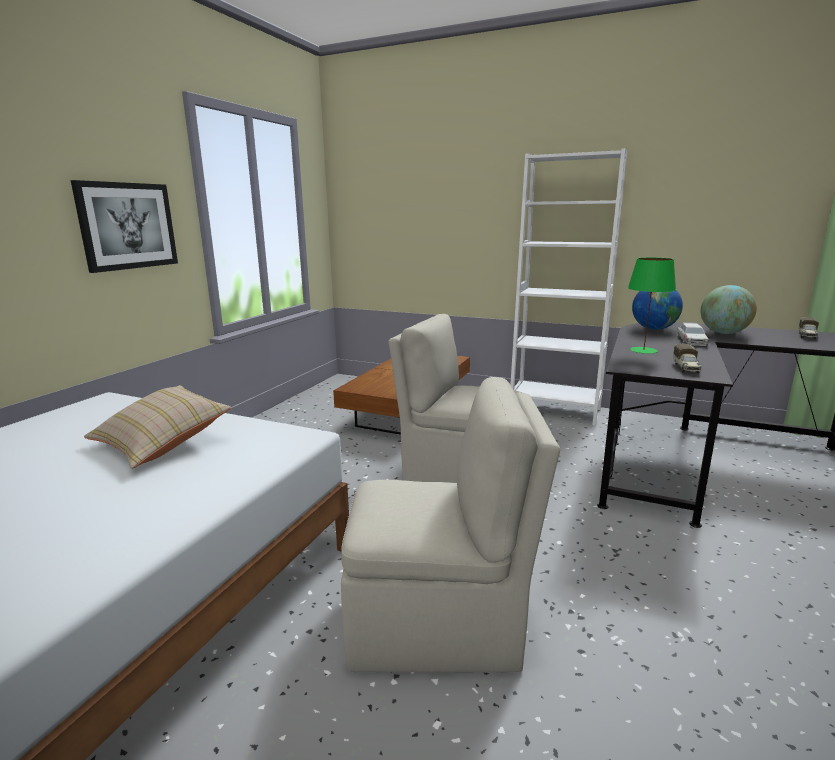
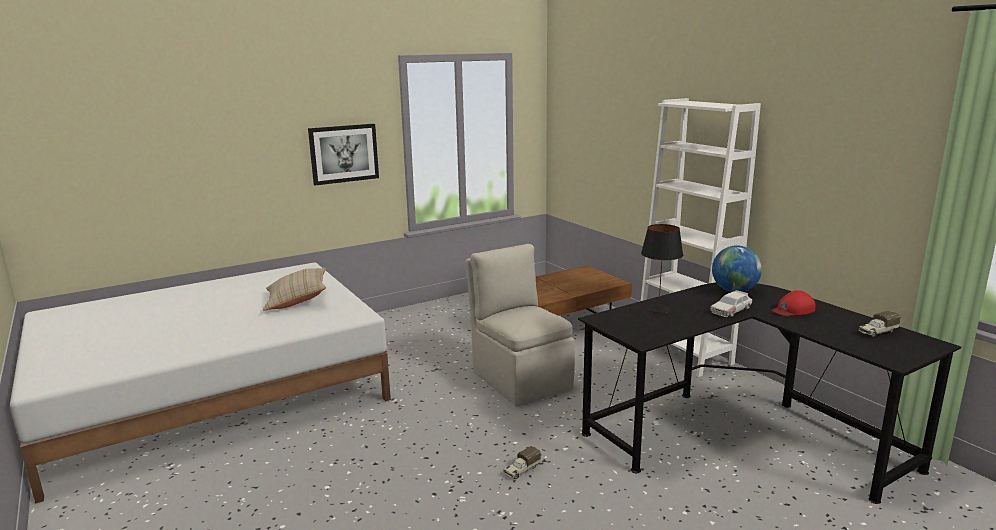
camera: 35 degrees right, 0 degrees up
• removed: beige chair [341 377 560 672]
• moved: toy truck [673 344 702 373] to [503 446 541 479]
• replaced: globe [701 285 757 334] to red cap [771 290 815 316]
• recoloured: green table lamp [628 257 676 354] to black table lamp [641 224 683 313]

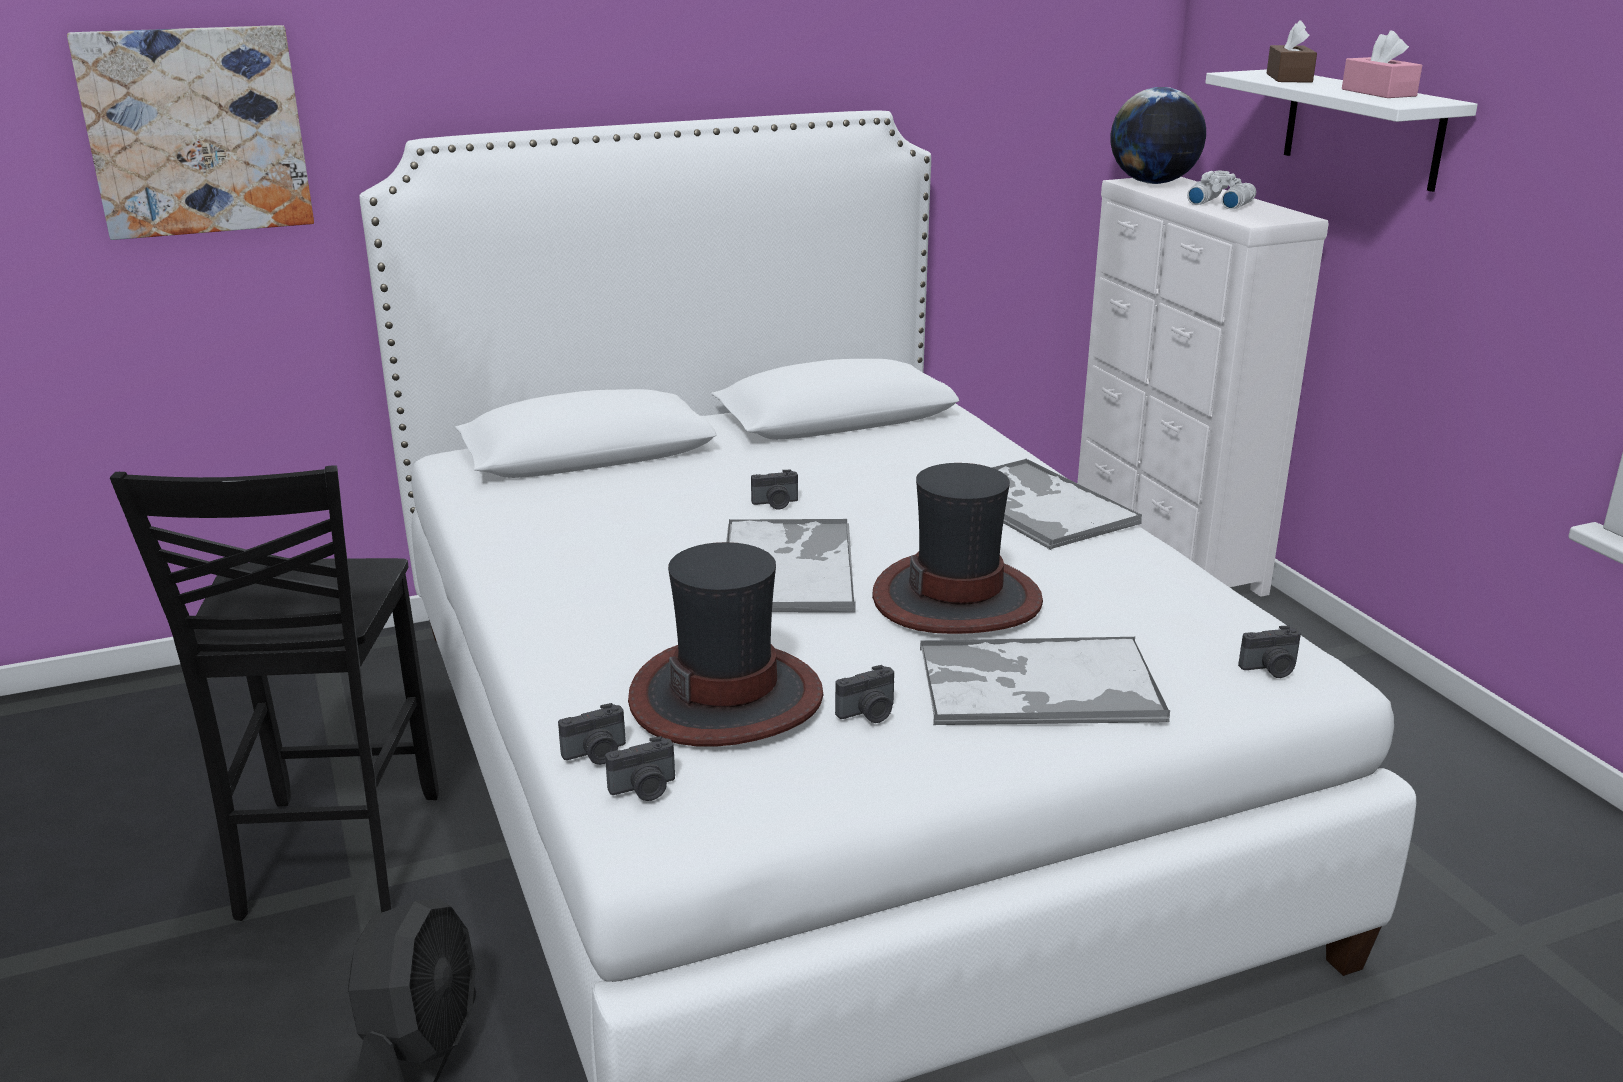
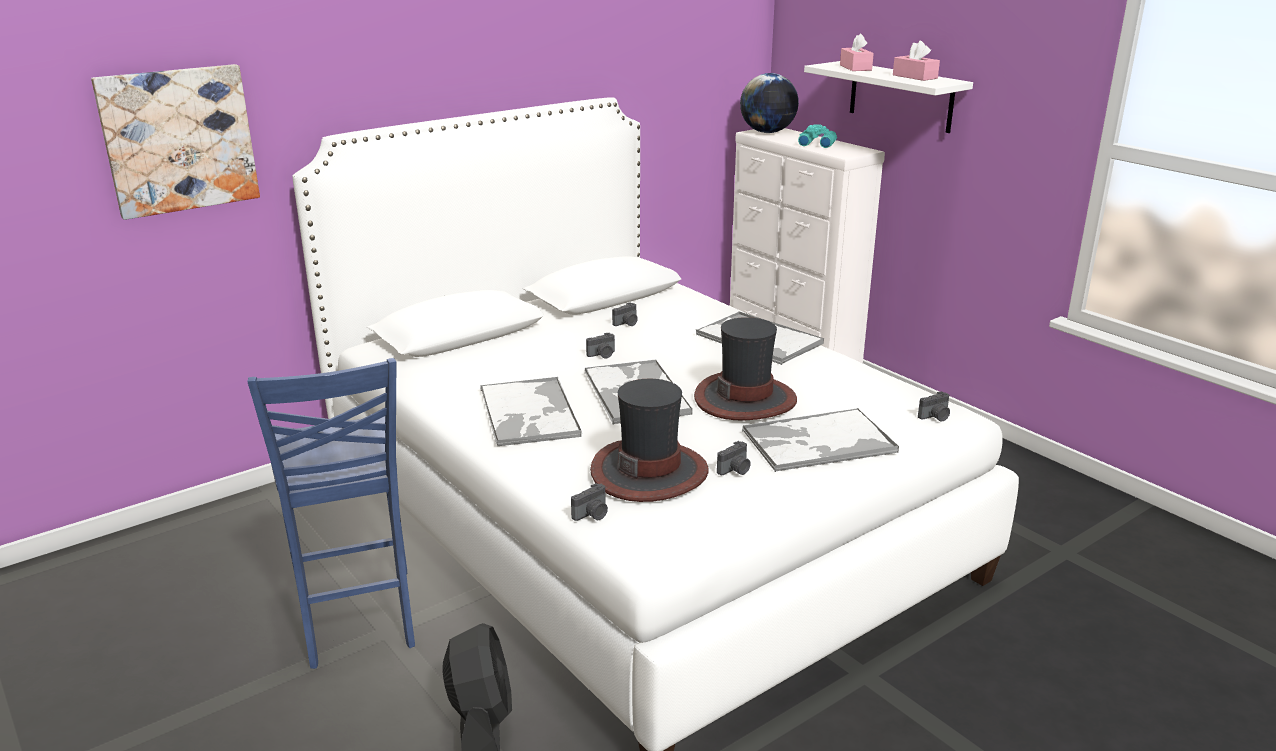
camera: 15 degrees left, 0 degrees up
• added: tray [480 377 582 446]
• moved: photo camera [605 736 675 801] to [612 302 638 326]
• recoloured: black chair [110 465 439 921] to blue chair [247 358 415 669]
• recoloured: white binoculars [1187 171 1256 209] to turquoise binoculars [798 124 837 148]
• recoloured: brown tissue box [1267 20 1317 83] to pink tissue box [840 33 874 71]

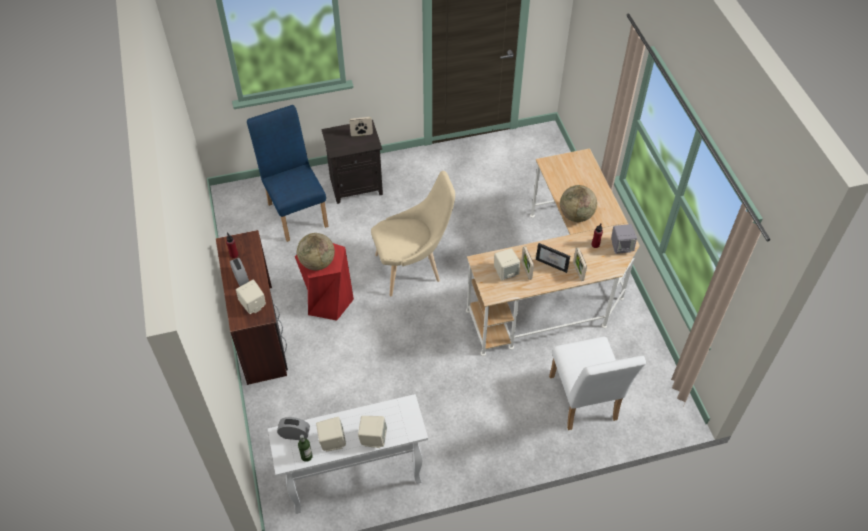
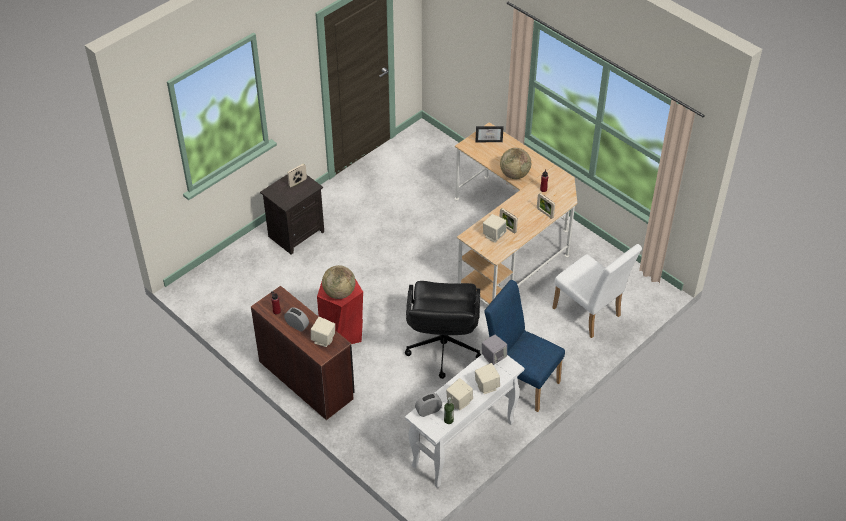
camera: 30 degrees left, 5 degrees down
• removed: beige chair [371 171 455 296]
• added: black office chair [405 281 482 379]
• moved: blue chair [247 105 329 242] to [484 280 565 412]
• moved: picture frame [536 243 570 273] to [475 126 504 142]
• moved: grey speaker [611 224 637 254] to [482 334 507 365]

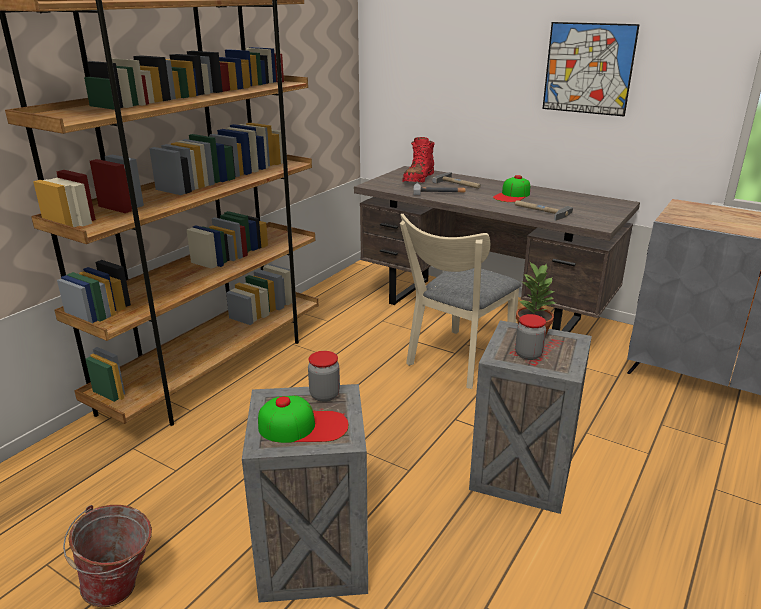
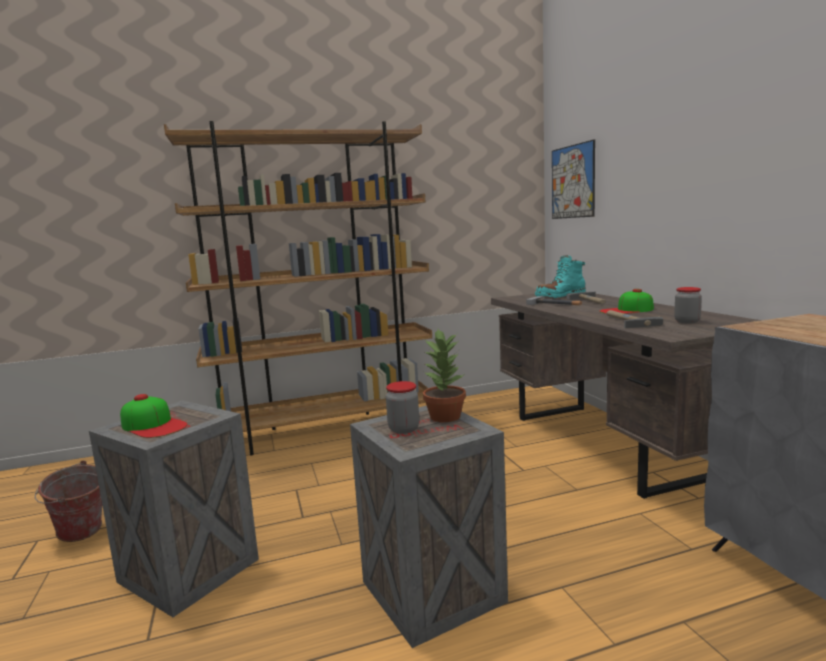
camera: 40 degrees right, 15 degrees down
• removed: beige chair [400 214 521 389]
• moved: jar [308 351 340 402] to [674 287 702 323]
• moved: picture [542 22 640 116] to [552 139 595 219]
• recoloured: red boot [402 137 434 183] to turquoise boot [535 255 586 298]

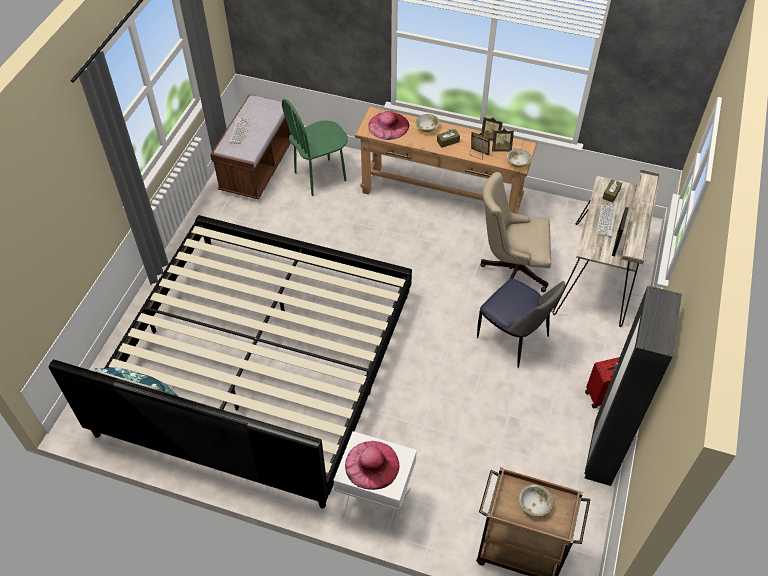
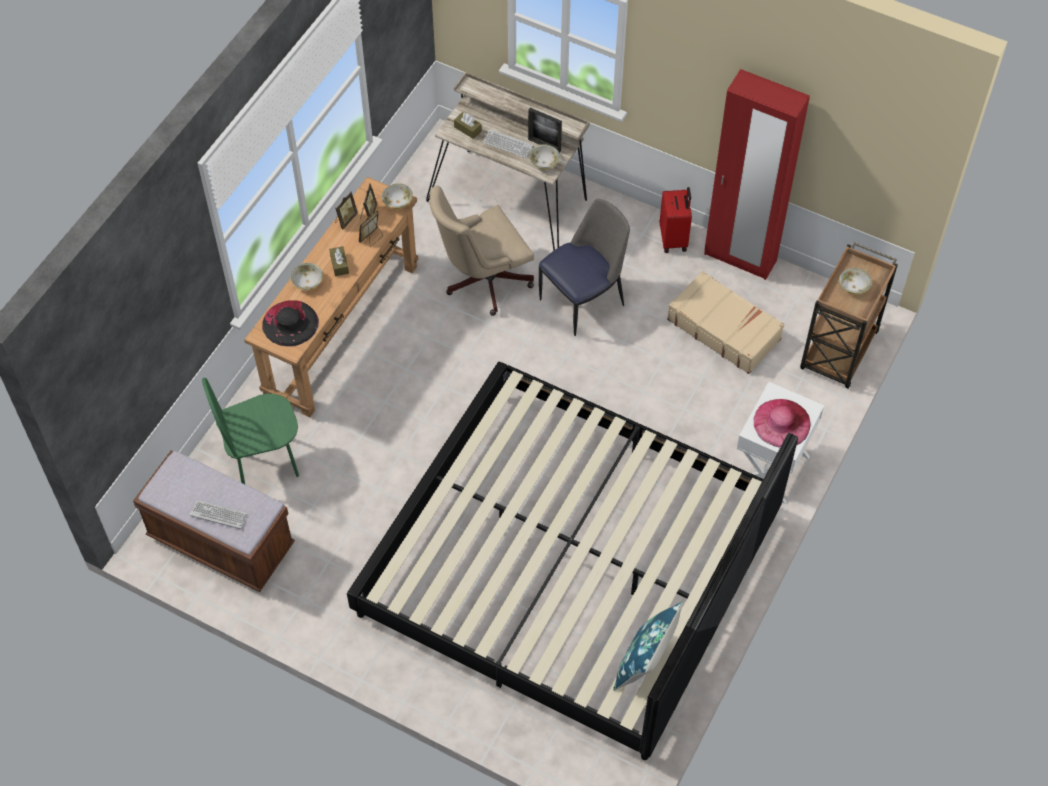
camera: 80 degrees left, 5 degrees up
• added: bowl [529 144 560 169]
• added: beige suitcase [667 271 784 374]
• recoloured: pink hat [368 111 409 140] to black hat [262 300 319 347]
• recoloured: black wardrobe [584 286 682 486] to red wardrobe [704 69 810 280]
• turned: green chair [282 99 348 196] = [202 378 299 484] 90 degrees clockwise
• turned: beige office chair [480 172 551 292] = [429 185 534 316] 45 degrees clockwise

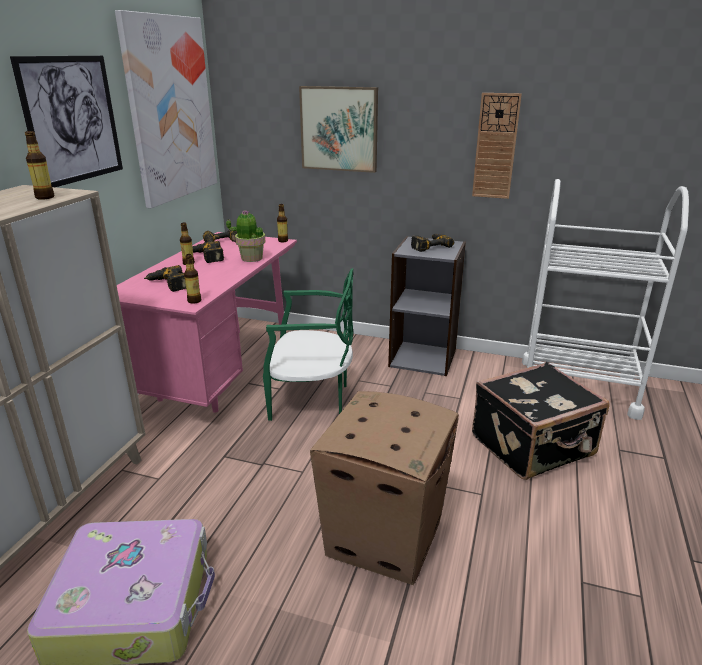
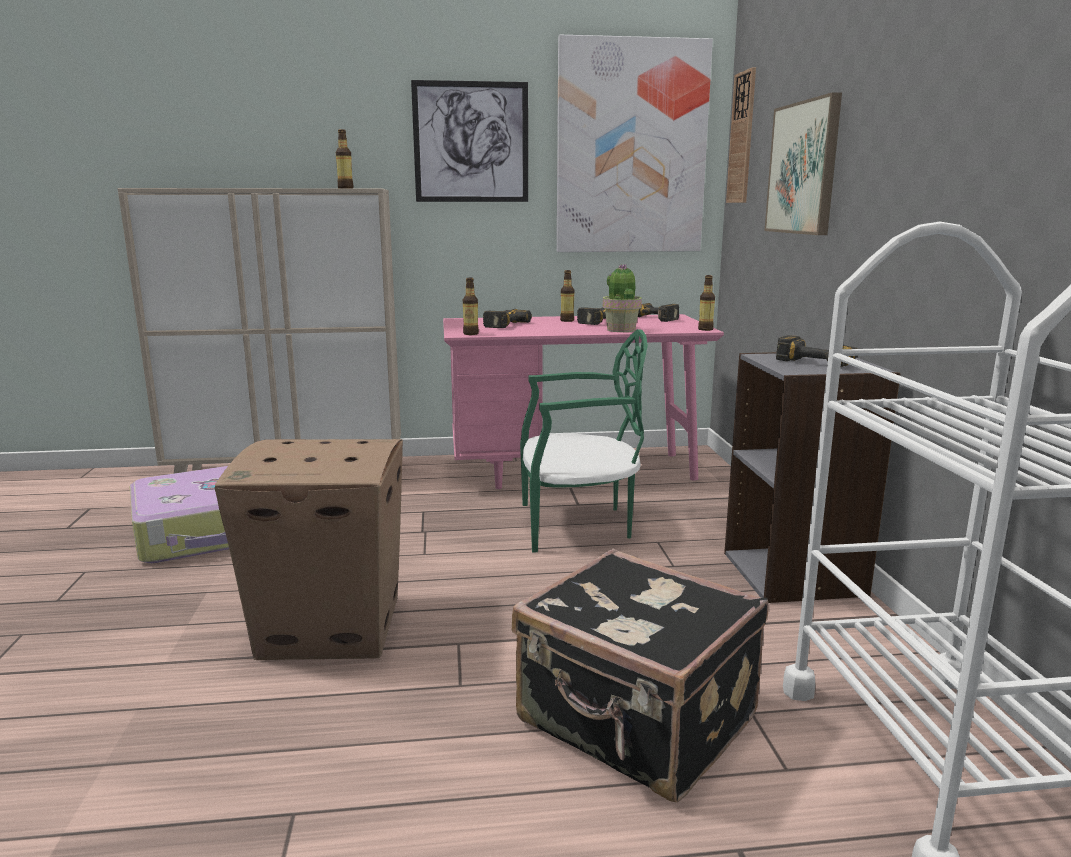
camera: 65 degrees right, 10 degrees down
• moved: wall clock [472 93 522 199] to [726 67 756 203]
• turned: green chair [263 268 353 421] = [520 329 648 553] 75 degrees counterclockwise

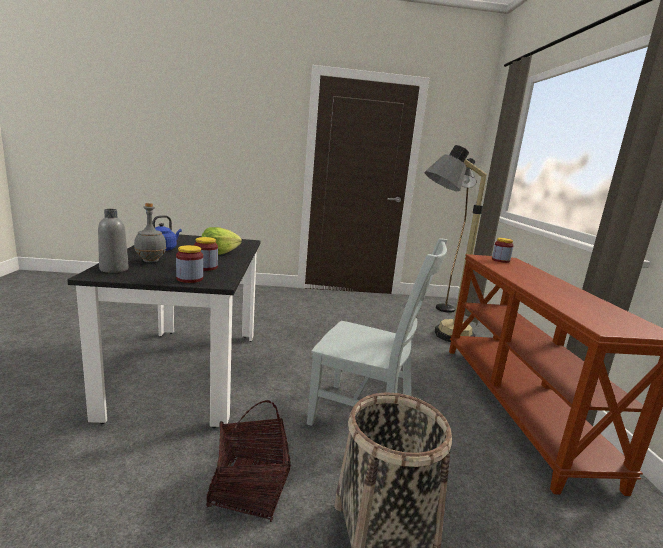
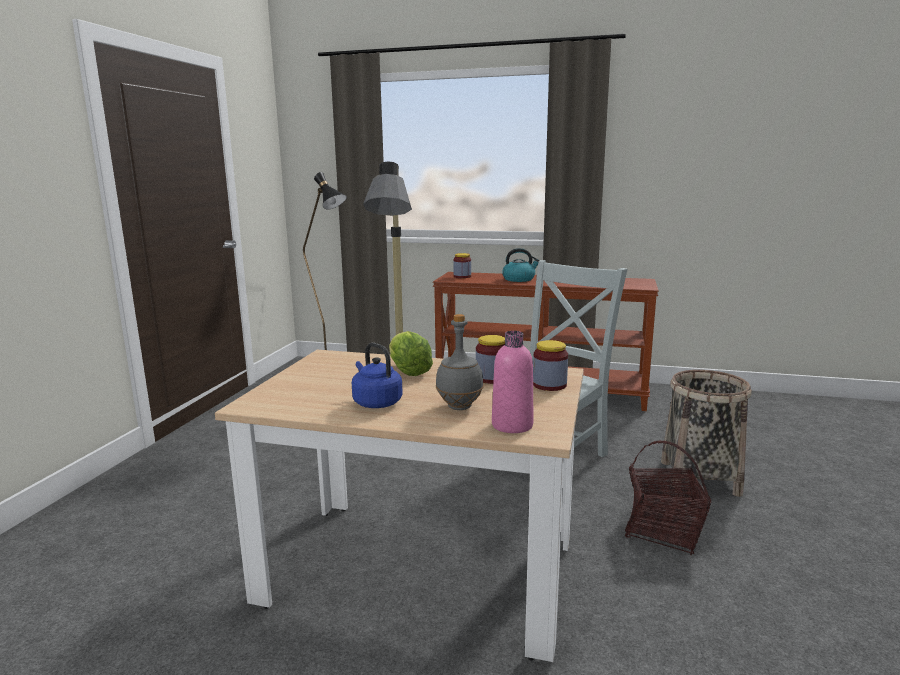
camera: 70 degrees left, 0 degrees up
• added: kettle [502 248 540 282]
• recoloured: black dining table [67 234 260 428] to beige dining table [215 350 584 662]
• recoloured: grey bottle [98 209 129 273] to pink bottle [492 331 533 433]

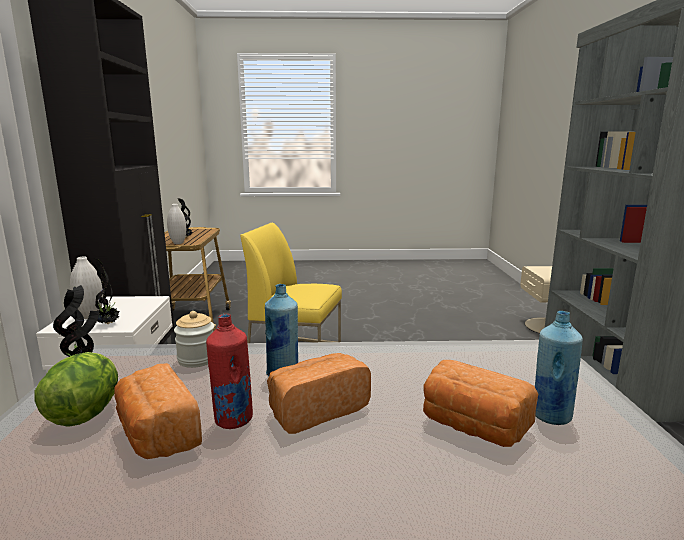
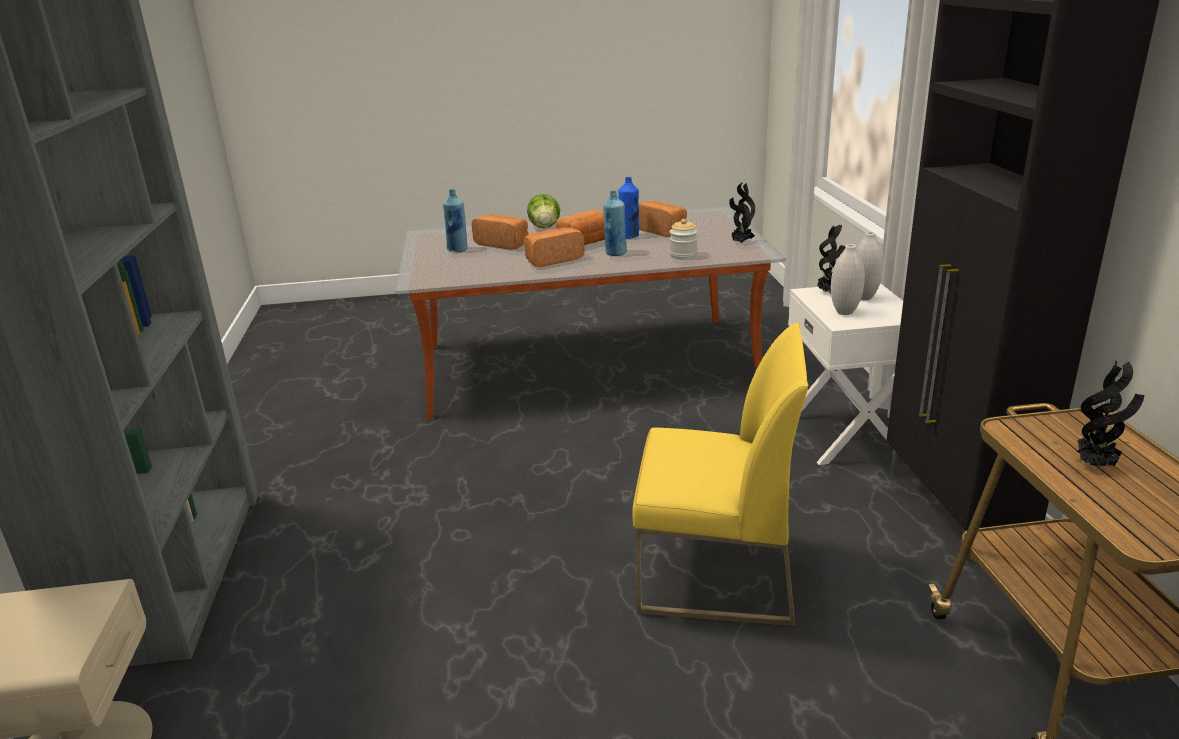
camera: 175 degrees right, 10 degrees up
• added: bread [524 227 585 267]
• moved: lettuce [34 352 118 427] to [527 194 560 228]
• moved: white vase [167 204 186 244] to [831 244 865 315]
• recoloured: red bottle [206 314 253 429] to blue bottle [618 177 639 239]

